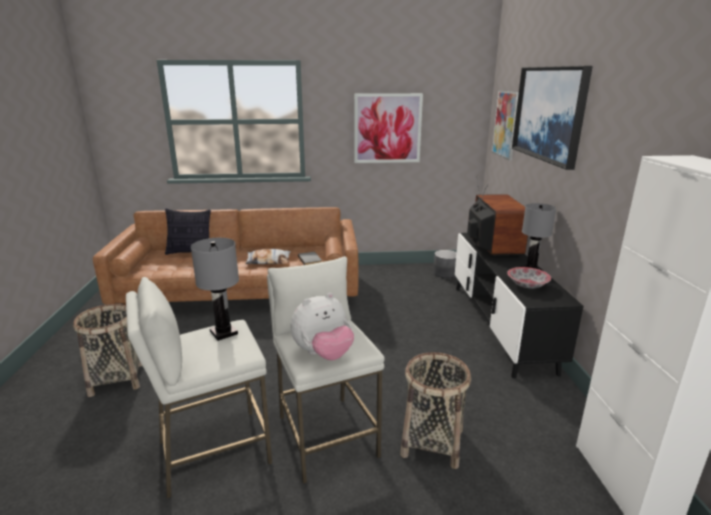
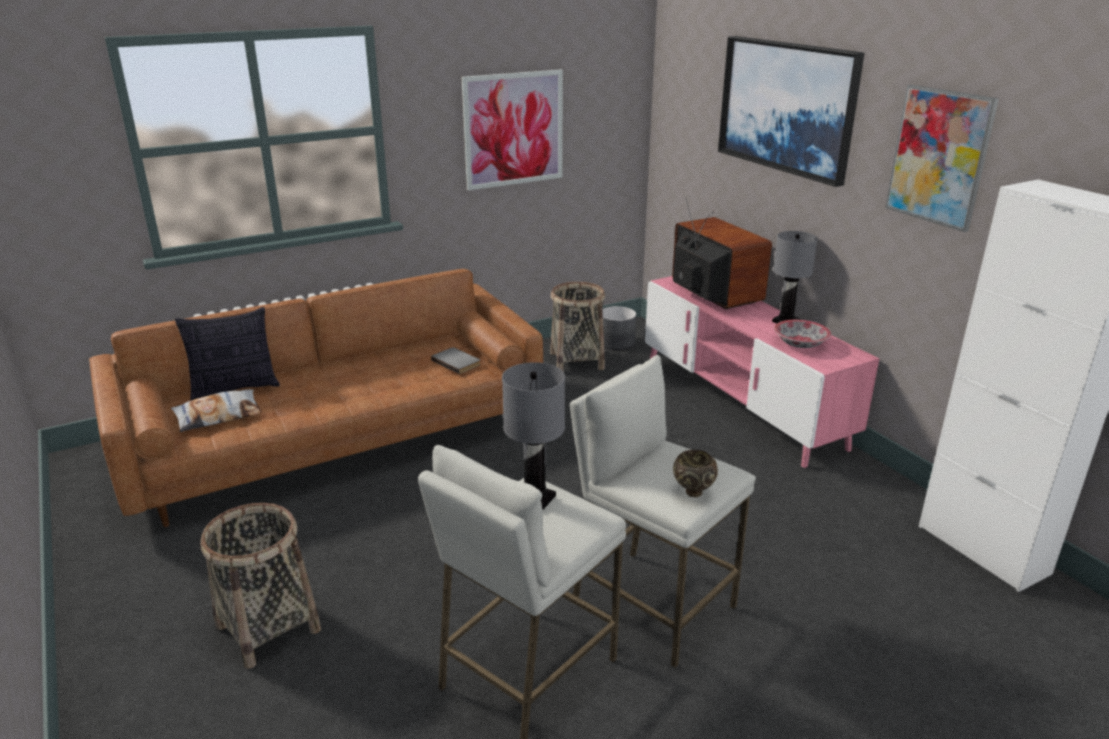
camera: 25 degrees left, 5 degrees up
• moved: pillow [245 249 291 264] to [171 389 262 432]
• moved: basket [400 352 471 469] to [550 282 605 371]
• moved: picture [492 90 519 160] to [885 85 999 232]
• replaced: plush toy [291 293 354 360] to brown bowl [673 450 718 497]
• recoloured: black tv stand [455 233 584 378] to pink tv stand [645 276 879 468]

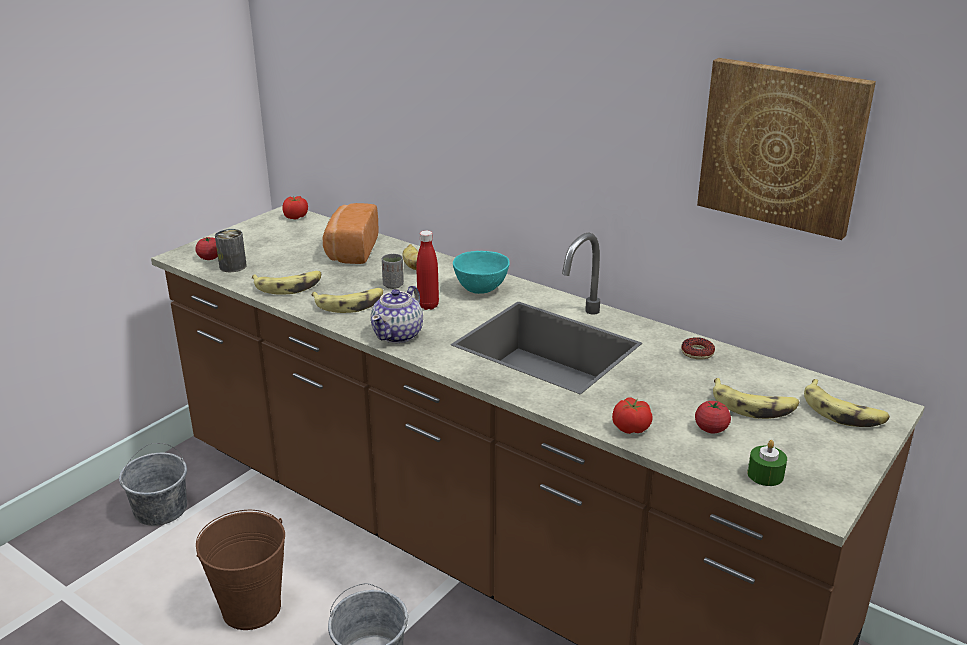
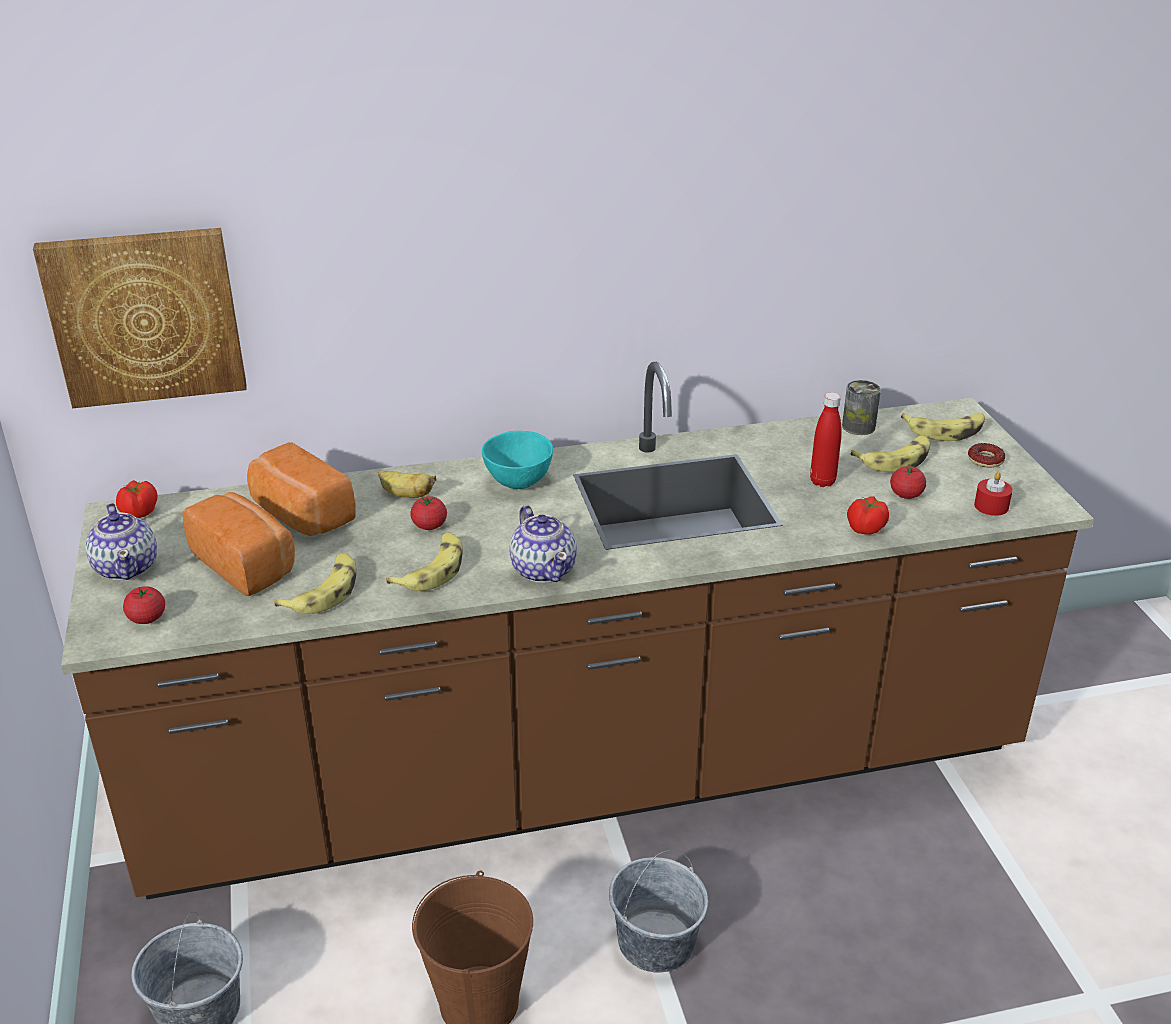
camera: 50 degrees left, 5 degrees up
• added: teapot [85 503 157 581]
• added: bread [182 492 295 596]
• moved: can [215 229 247 272] to [842 380 881 435]
• moved: red bottle [416 230 439 310] to [810 392 842 487]
• moved: donut [681 337 715 360] to [968 443 1005 468]
• moved: picture [697 58 876 240] to [33 228 247 408]
• replaced: grey cup [382 254 404 289] to tomato [410 496 447 530]
• recoloured: green candle [747 440 787 486] to red candle [974 472 1013 516]

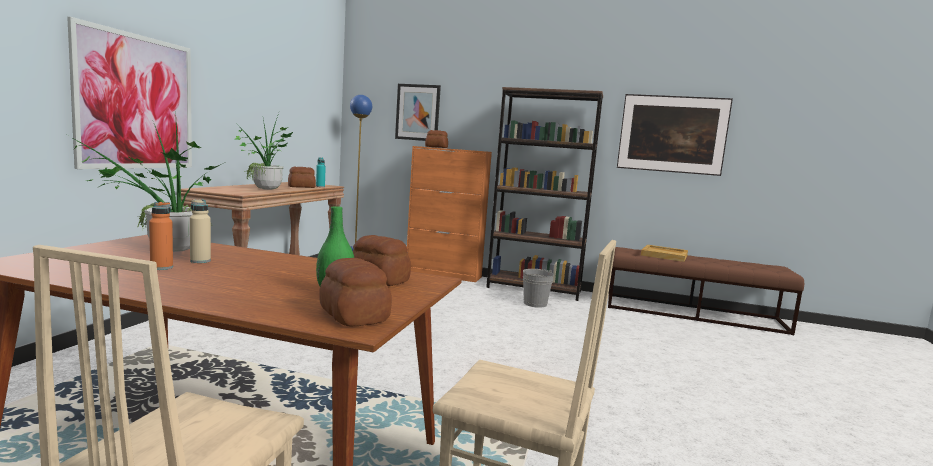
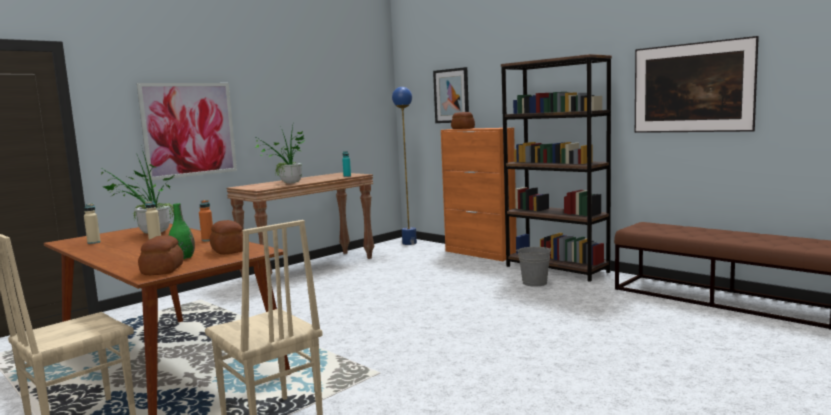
camera: 30 degrees right, 0 degrees up
• removed: bread [288 167 316 188]
• removed: beige tray [641 245 688 262]
• added: beige bottle [84 203 101 244]
• moved: orange bottle [149 202 173 270] to [199 200 213 241]

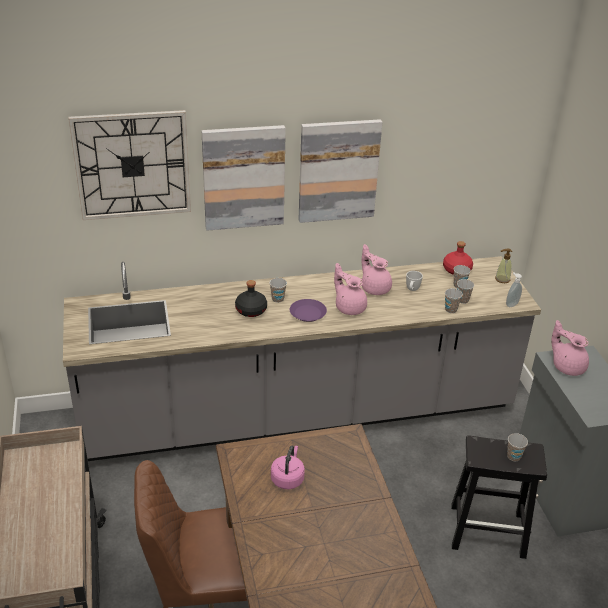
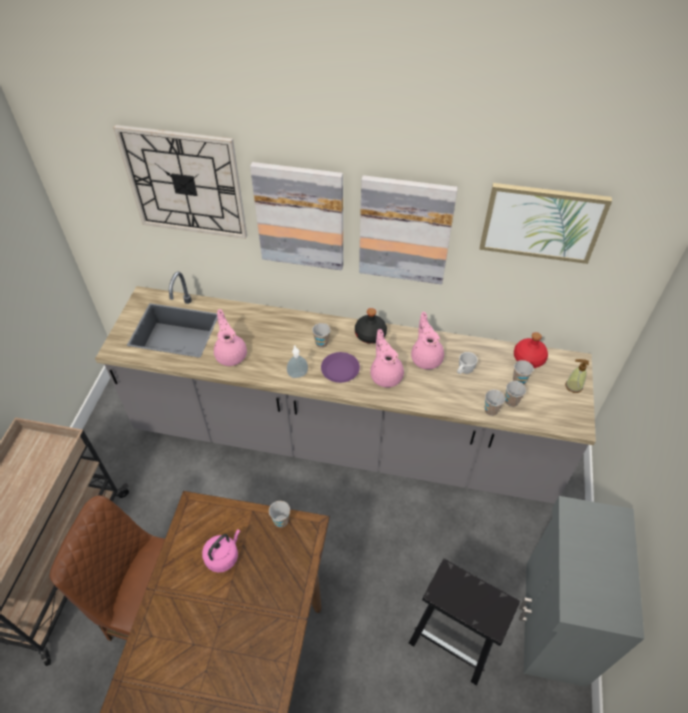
camera: 25 degrees right, 15 degrees up
• added: picture [479 183 612 264]
• moved: black bottle [235 280 267 317] to [355 308 387 344]
• moved: soap dispenser [506 272 522 307] to [287 346 308 378]
• moved: cup [507 433 528 461] to [269 501 290 528]
• moved: pink teapot [551 320 589 376] to [214 309 247 366]

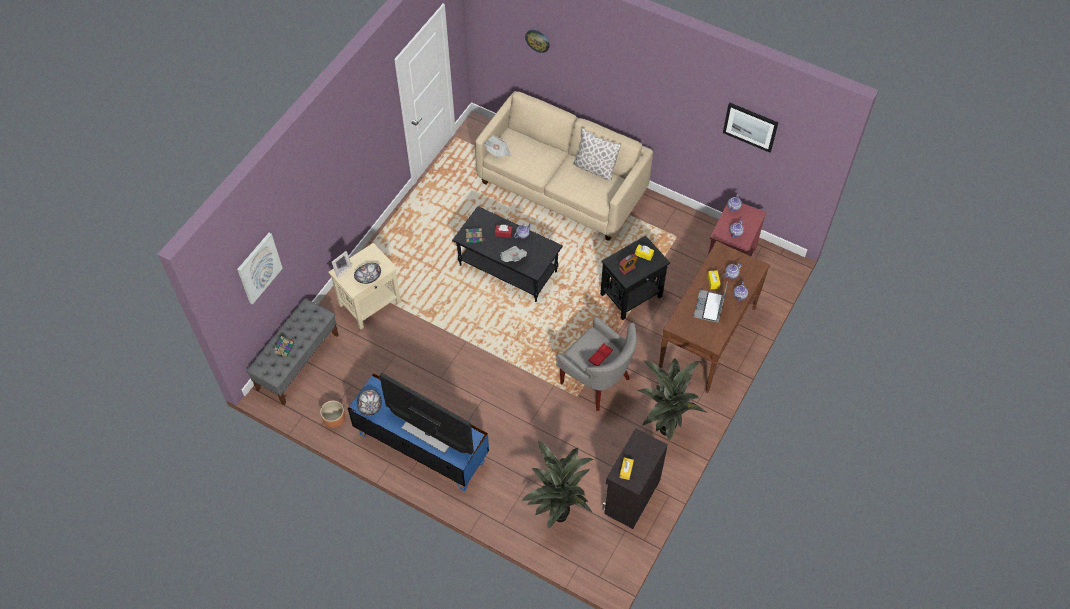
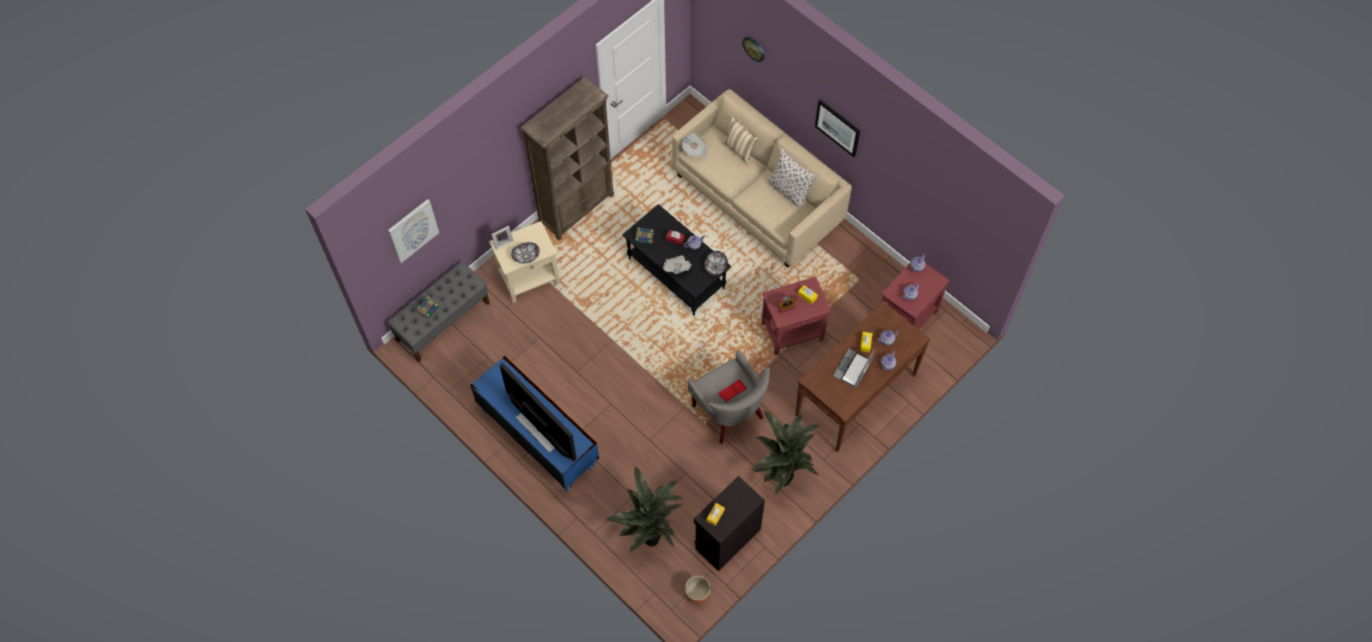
camera: 15 degrees right, 5 degrees up
• added: brown bookcase [520 77 614 240]
• added: beige pillow [722 116 758 165]
• moved: brown planter [320 400 345 428] to [685 576 711 605]
• moved: bowl [357 389 382 416] to [704 251 728 275]
• moved: picture [723 103 779 153] to [815 100 860 157]
• recoloured: black side table [600 236 670 320] to red side table [761 276 832 355]

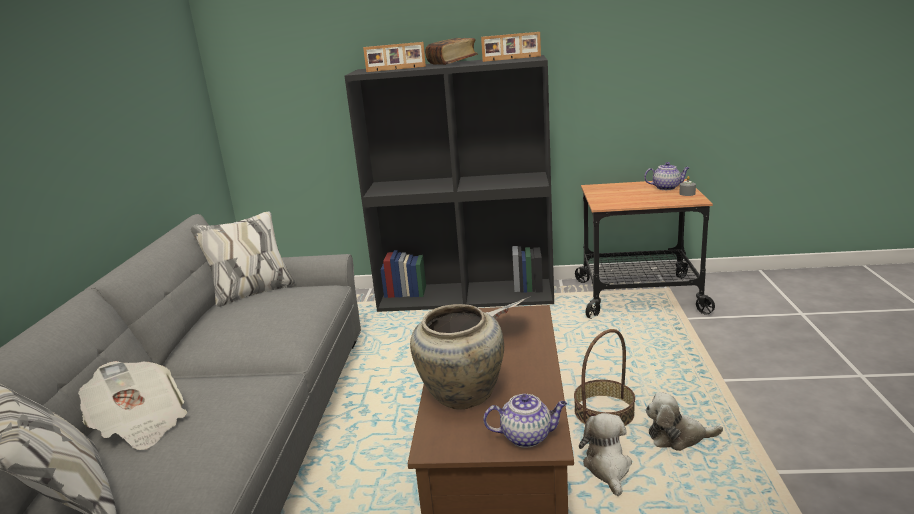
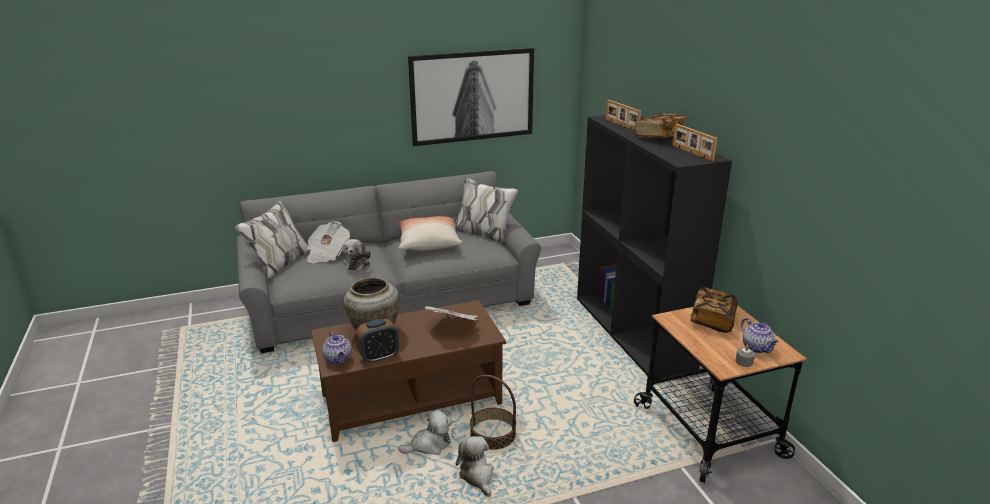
camera: 65 degrees right, 5 degrees up
• added: plush toy [343 239 370 270]
• added: alarm clock [356 319 399 363]
• added: pillow [398 216 462 251]
• added: picture [408 48 534 146]
• added: book [690 287 738 333]

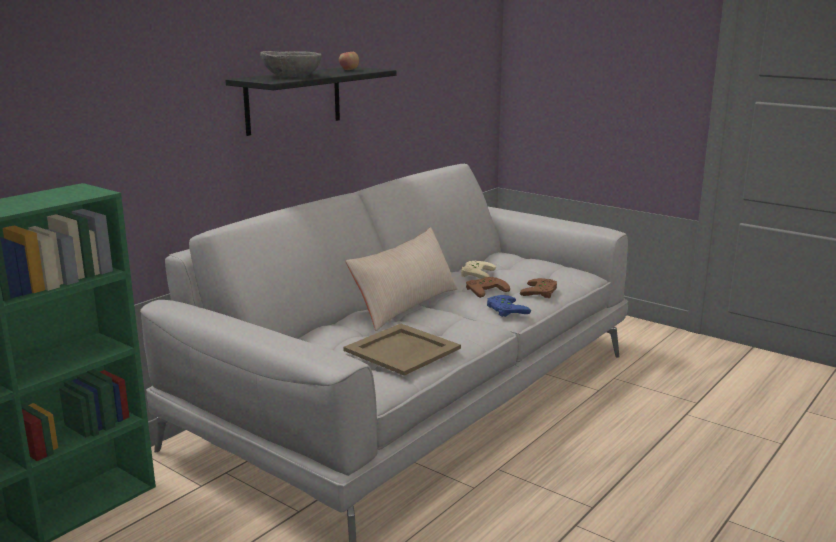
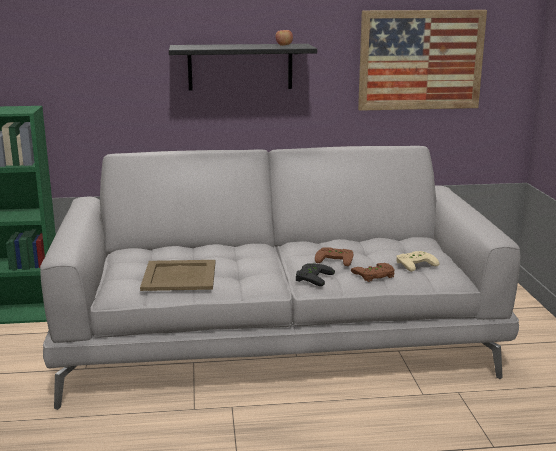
camera: 45 degrees right, 0 degrees up
• removed: grey bowl [260 51 322 77]
• removed: beige pillow [346 227 458 331]
• added: picture [358 10 487 111]
• moved: beige game controller [461 261 496 279] to [396 251 439 272]
• recoloured: blue game controller [487 295 531 317] to black game controller [296 263 335 286]

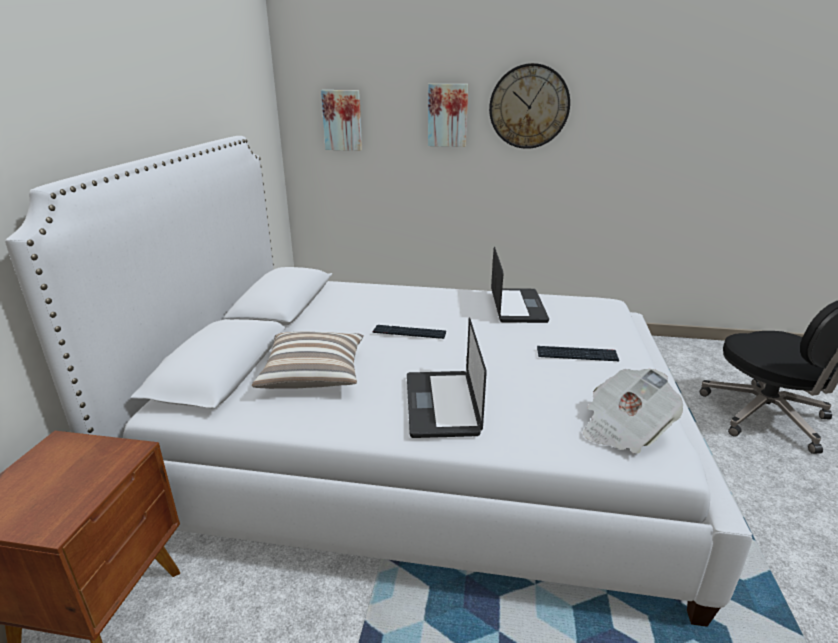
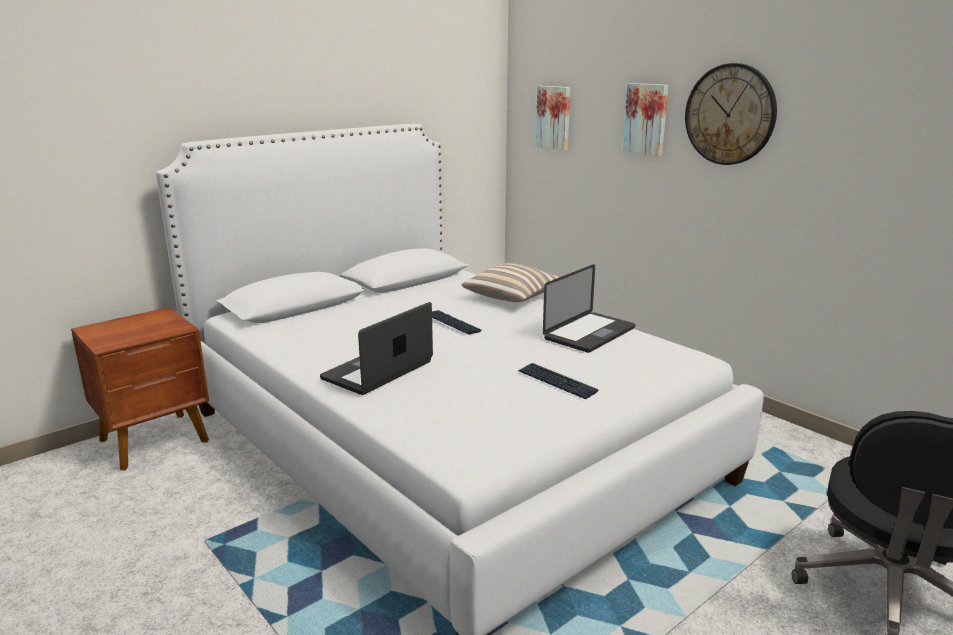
camera: 40 degrees right, 5 degrees down
• removed: newspaper [583 369 683 453]
• moved: pillow [252 332 364 389] to [462 263 559 302]

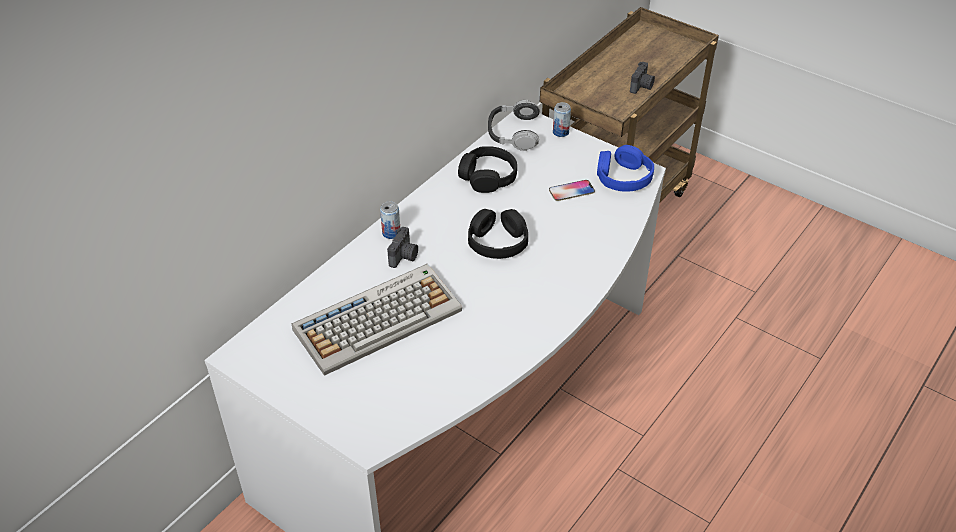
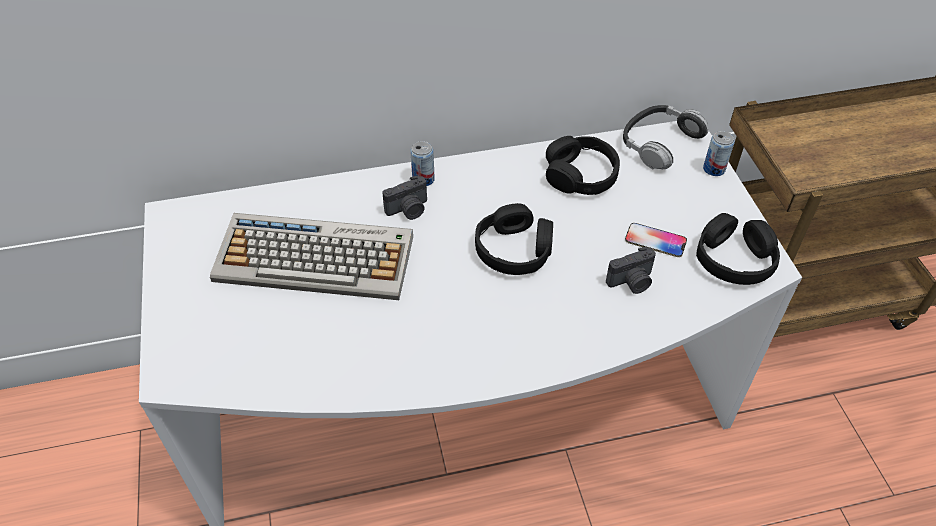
camera: 40 degrees right, 5 degrees up
• moved: photo camera [630 62 655 94] to [606 247 656 294]
• recoloured: blue headphones [597 145 654 192] to black headphones [696 213 780 285]

